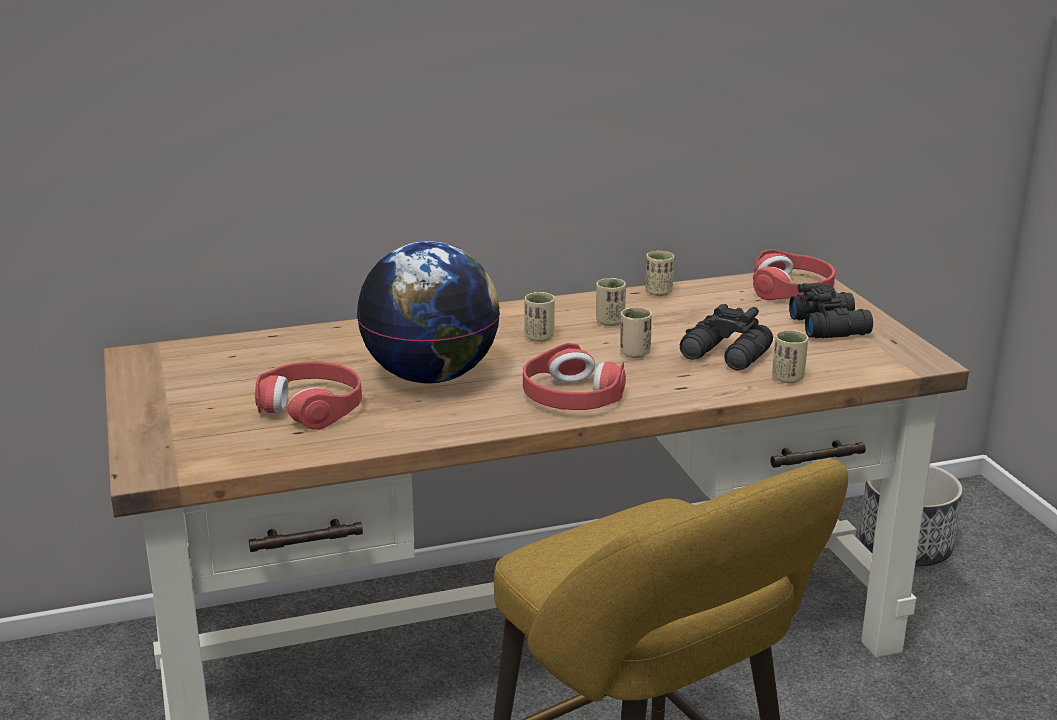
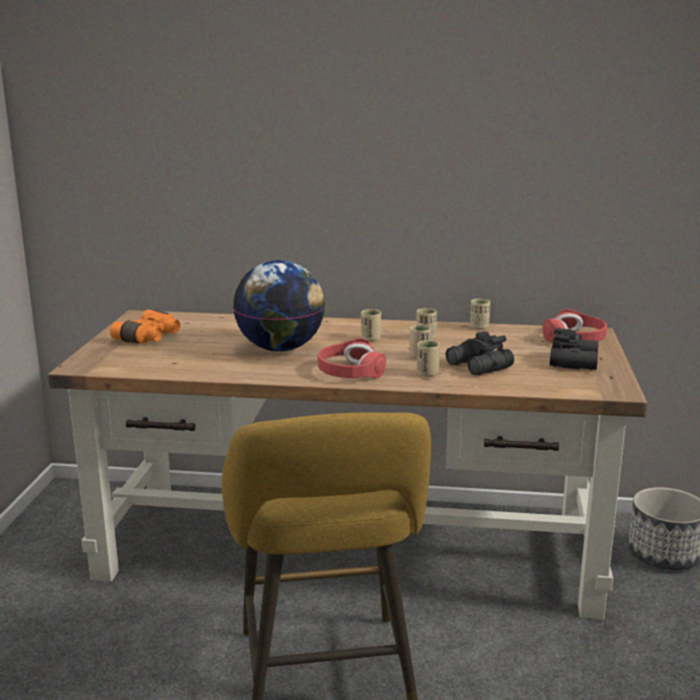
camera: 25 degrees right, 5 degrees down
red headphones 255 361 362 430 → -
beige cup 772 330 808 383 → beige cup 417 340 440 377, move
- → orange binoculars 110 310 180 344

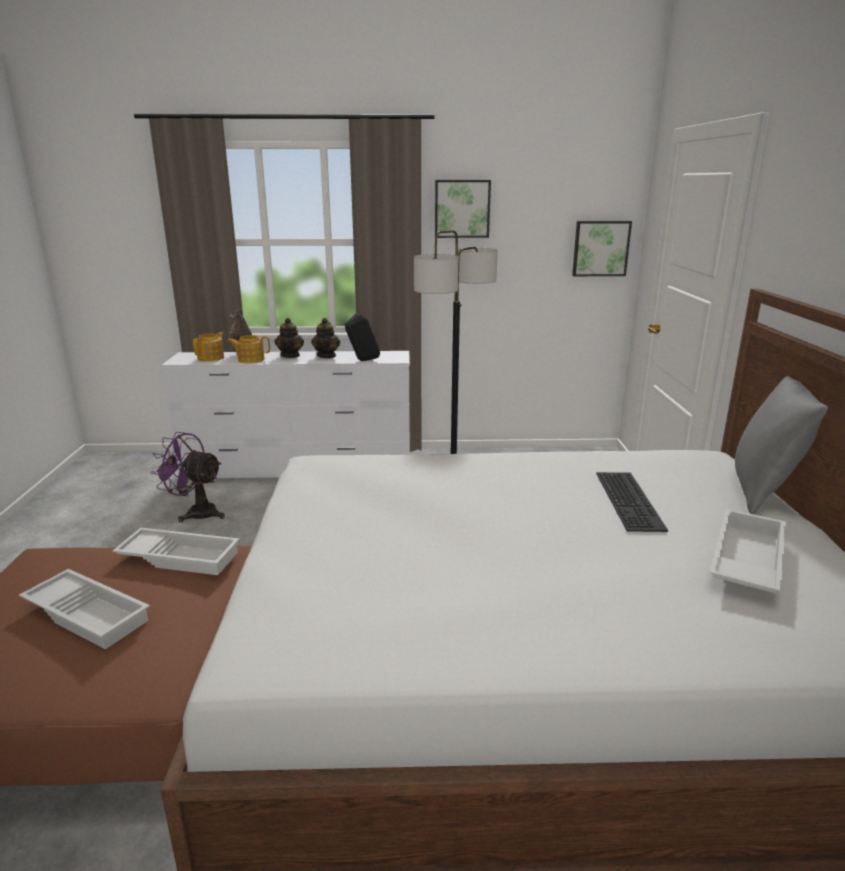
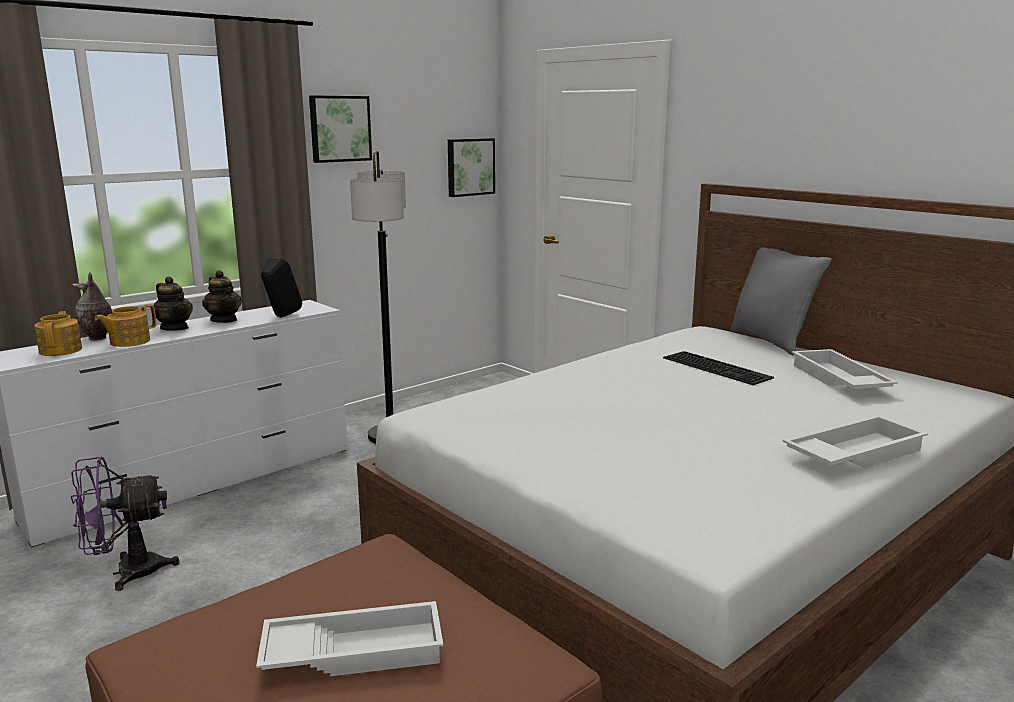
camera: 40 degrees left, 5 degrees down
white tray 113 528 240 575 → white tray 783 415 928 468, move

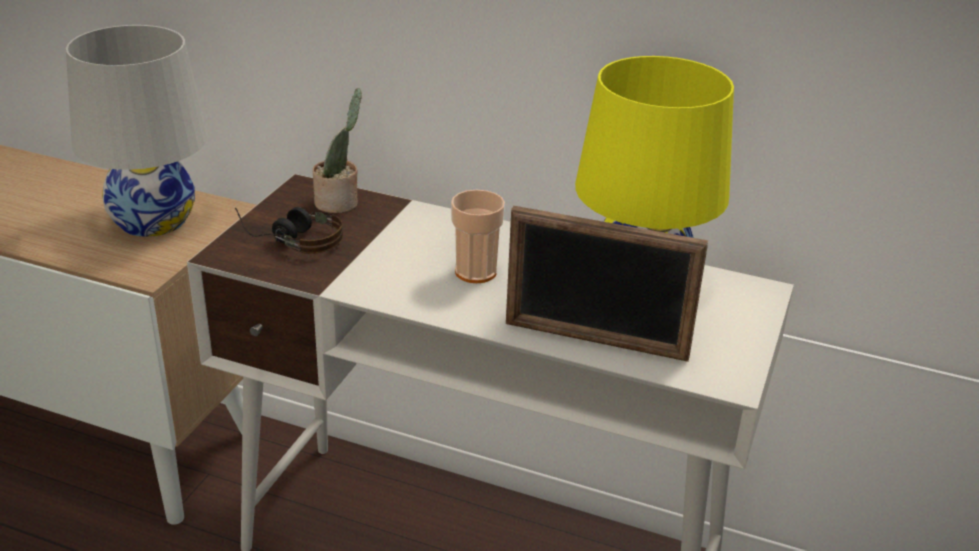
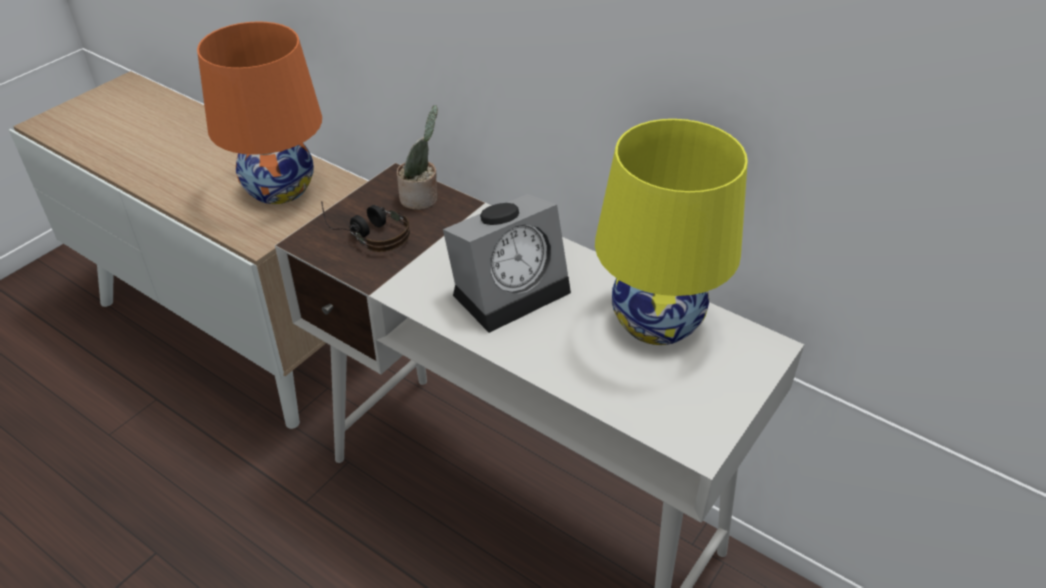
camera: 15 degrees right, 10 degrees up
white table lamp 66 25 208 237 → orange table lamp 197 21 322 204
cup 451 190 505 283 → alarm clock 443 194 571 333
picture frame 506 206 708 362 → -

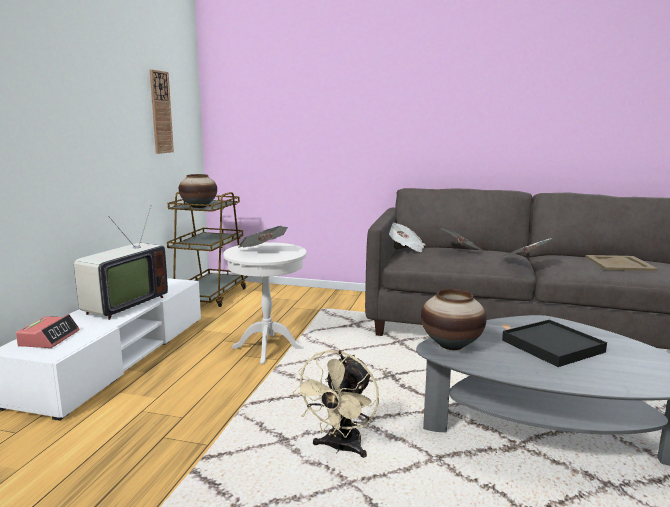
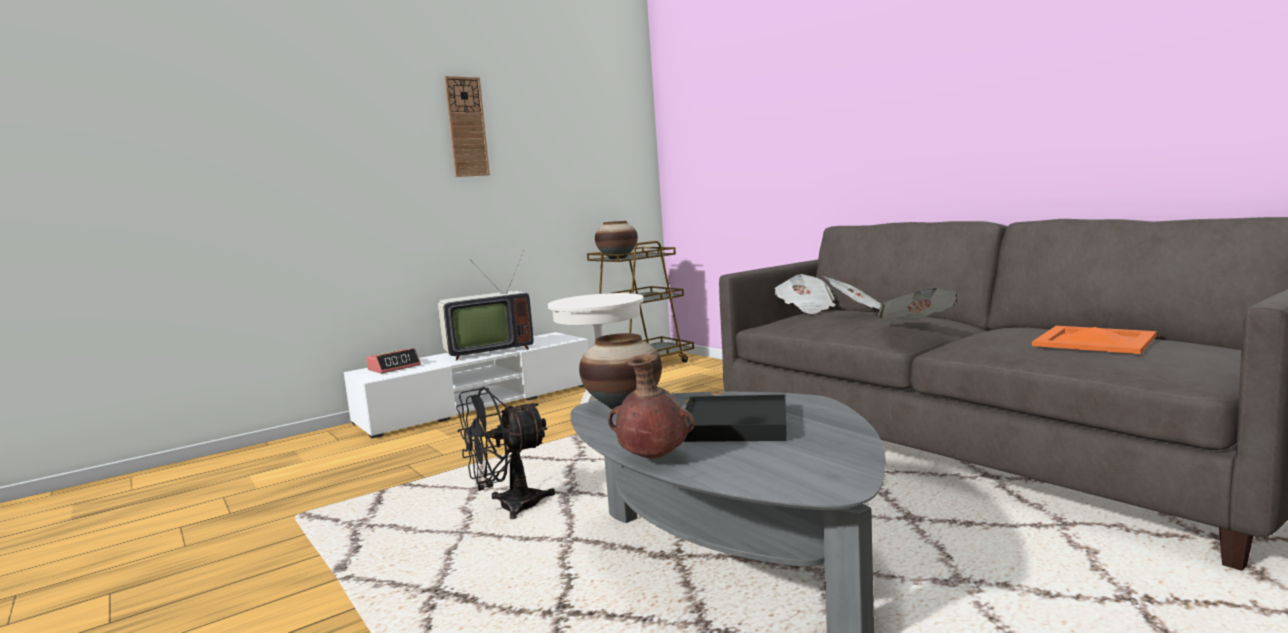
camera: 40 degrees right, 5 degrees down
wall clock 150 69 174 154 → wall clock 444 76 490 177, move
newspaper 239 226 288 247 → -
beige fan 293 350 379 458 → black fan 456 387 555 519
beige tray 585 255 658 271 → orange tray 1032 326 1157 354
- → brown vase 608 354 695 459

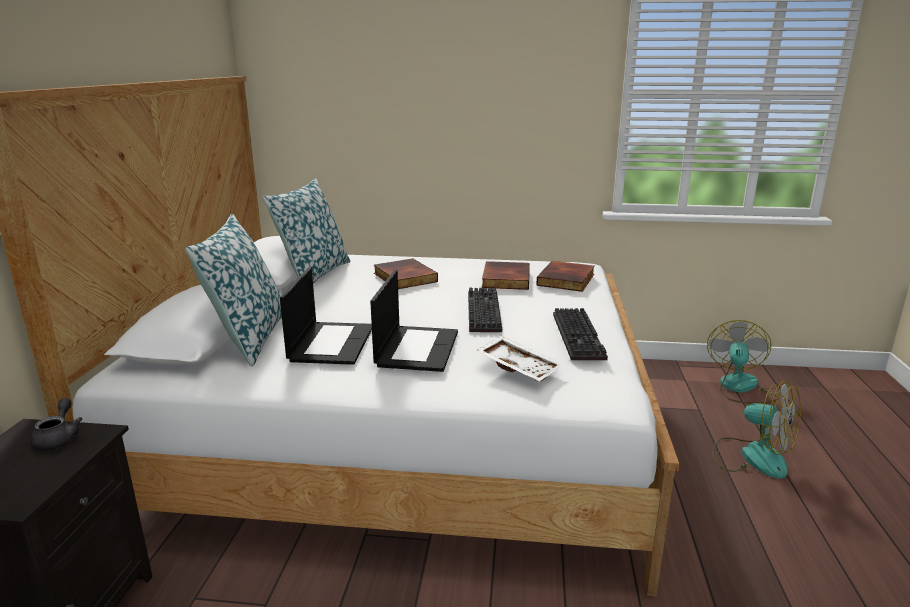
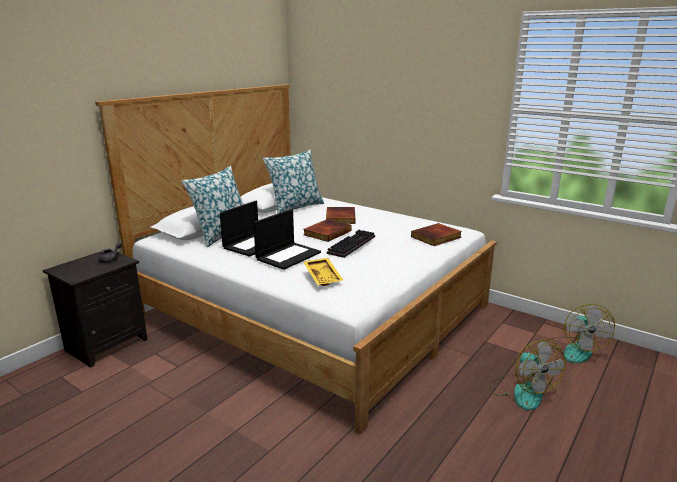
camera: 30 degrees right, 0 degrees up
white tray 476 336 563 382 → yellow tray 304 258 343 286
book 482 261 530 290 → book 304 219 352 242, move
keyboard 553 308 608 360 → -
fan 707 320 779 404 → fan 546 304 615 363, 135 degrees clockwise

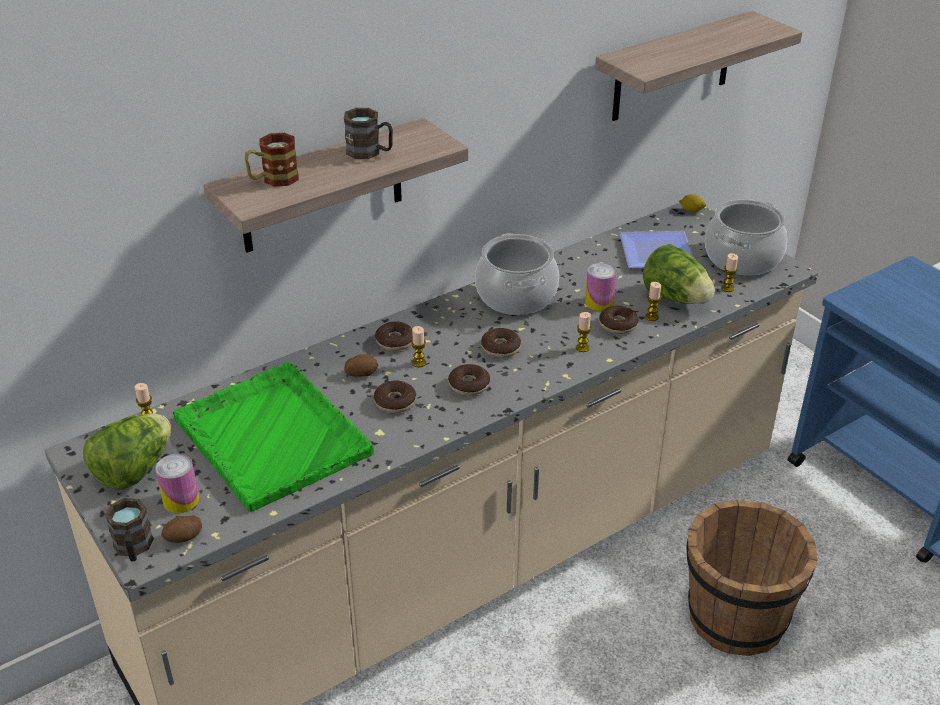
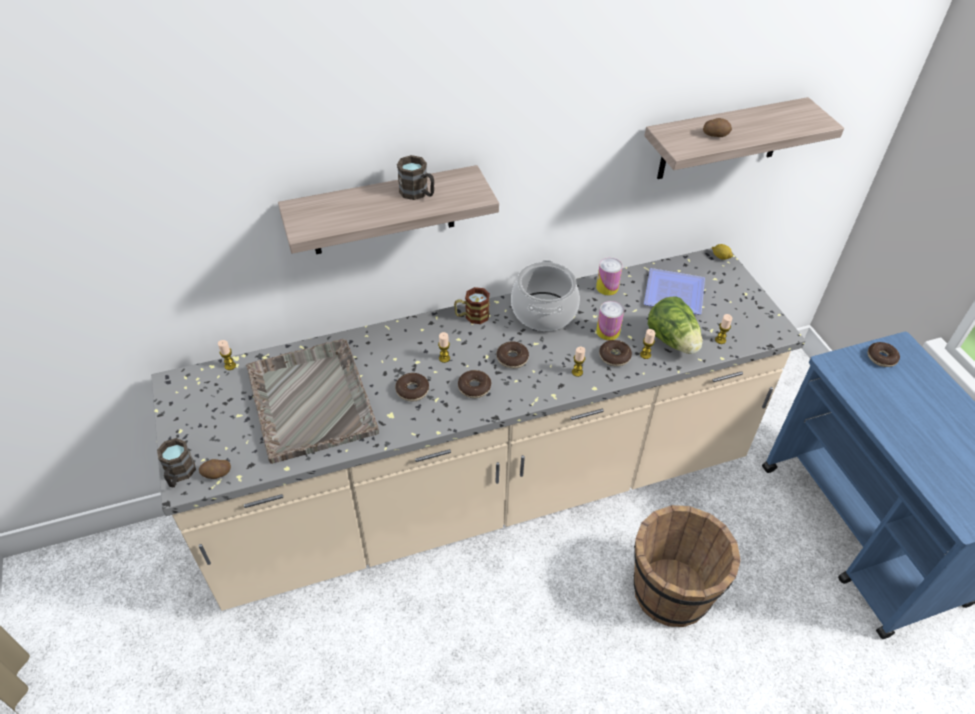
camera: 15 degrees right, 10 degrees up
lettuce 83 413 171 490 → -
can 155 454 199 513 → can 596 258 623 296, move
green tray 173 362 374 512 → grey tray 246 339 379 464
mug 244 133 299 187 → mug 454 287 490 324, move
potato 344 354 378 377 → potato 703 118 732 137, move
donut 375 322 413 351 → donut 868 342 900 367, move
cooking pot 705 199 787 276 → -

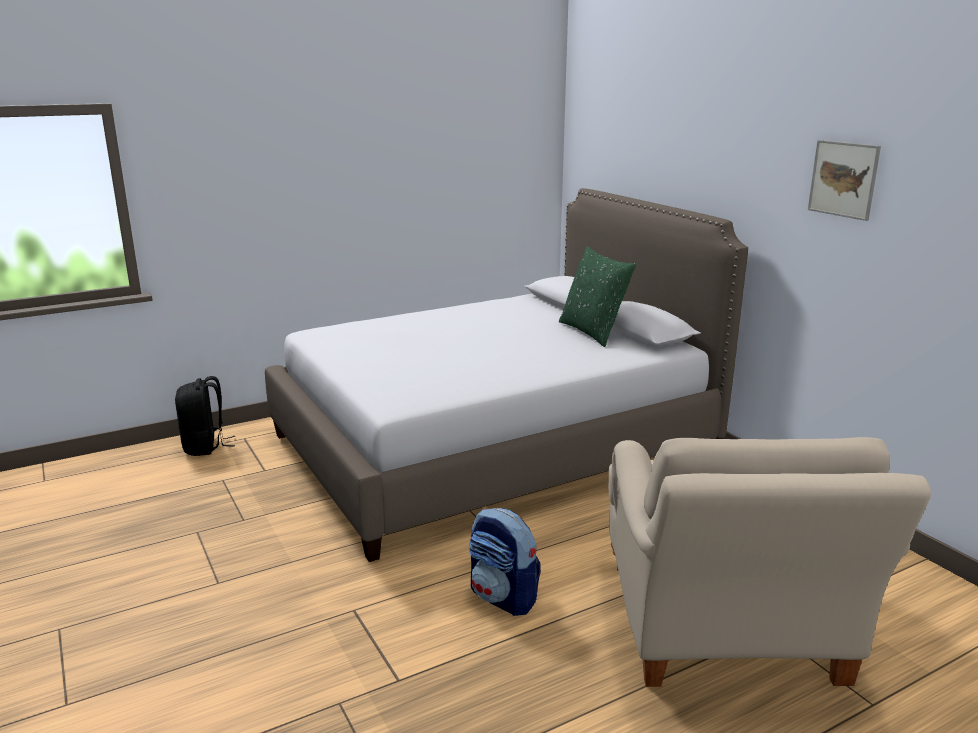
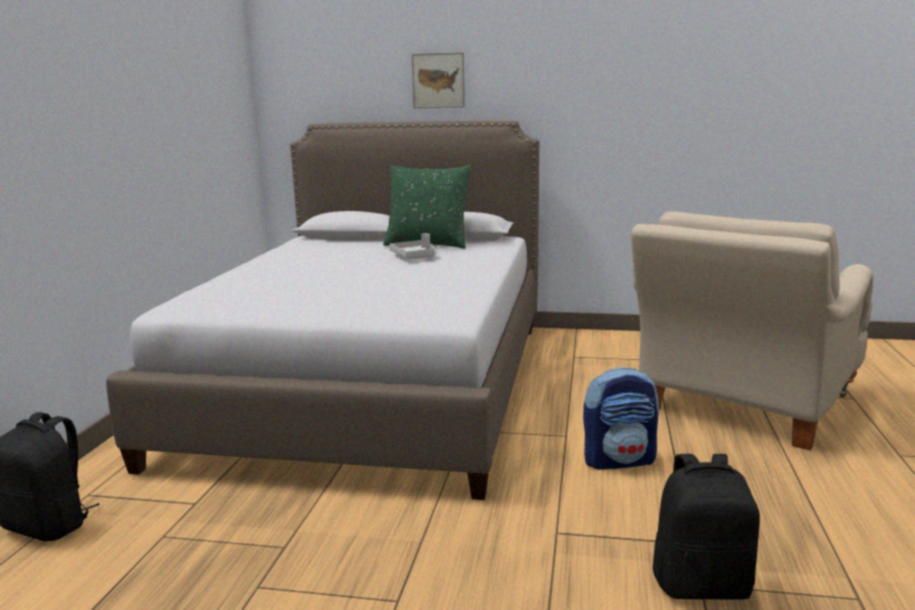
camera: 50 degrees left, 5 degrees down
beige armchair 608 437 931 687 → beige armchair 631 211 873 450, 90 degrees clockwise
picture 808 140 881 221 → picture 411 52 465 108, move
- → grey tray 389 233 435 259
- → black backpack 653 454 760 600

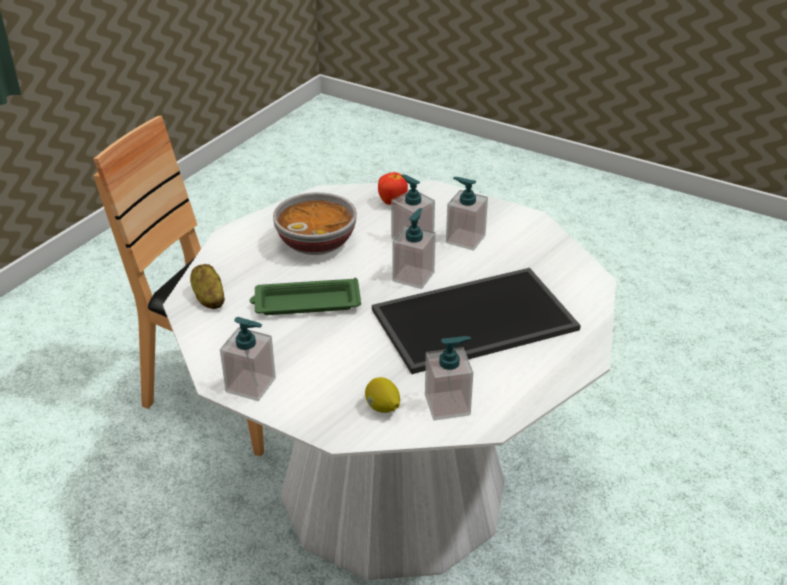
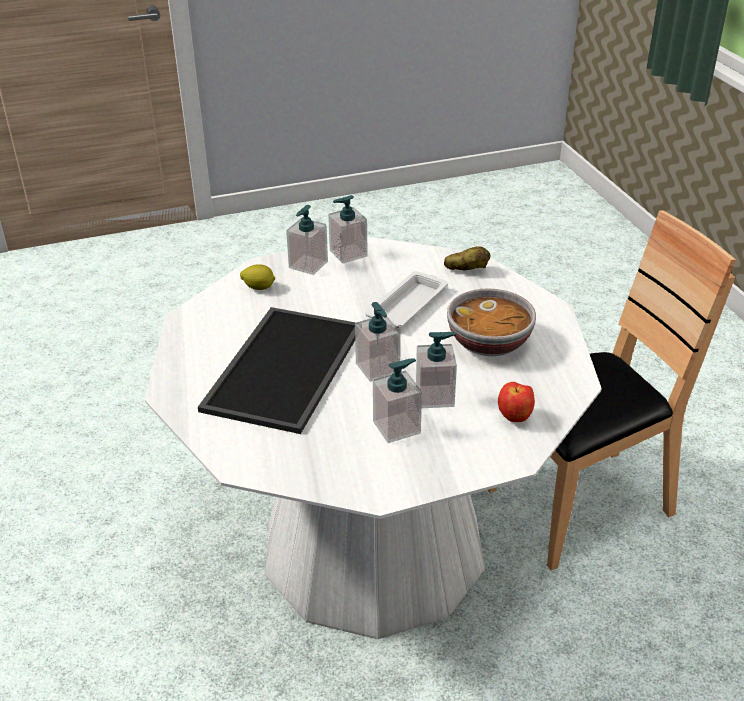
camera: 130 degrees right, 0 degrees up
green tray 250 278 361 315 → white tray 365 271 448 328
soap dispenser 425 336 473 420 → soap dispenser 286 205 328 275, move

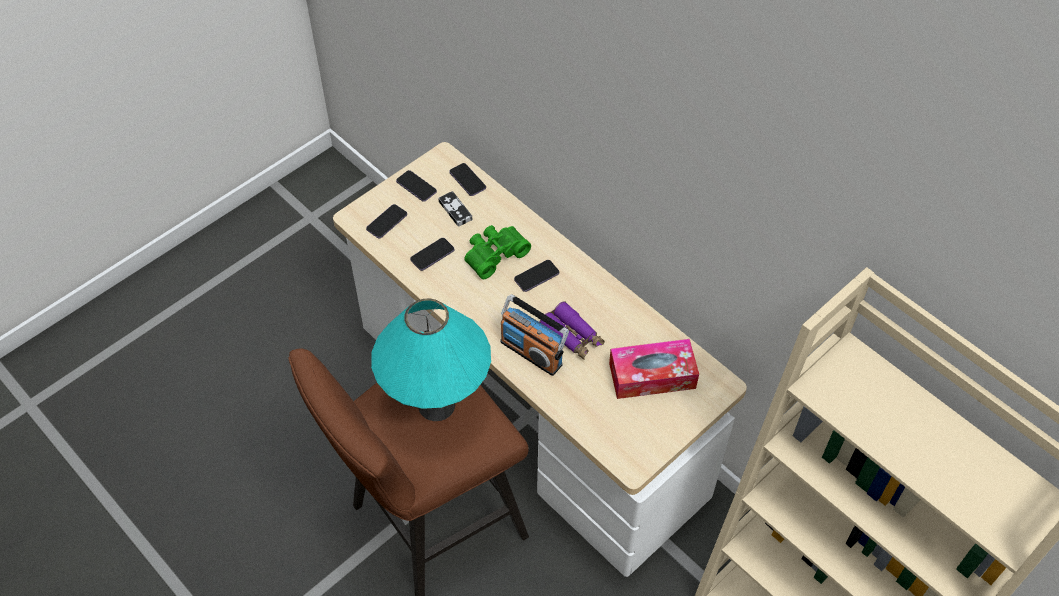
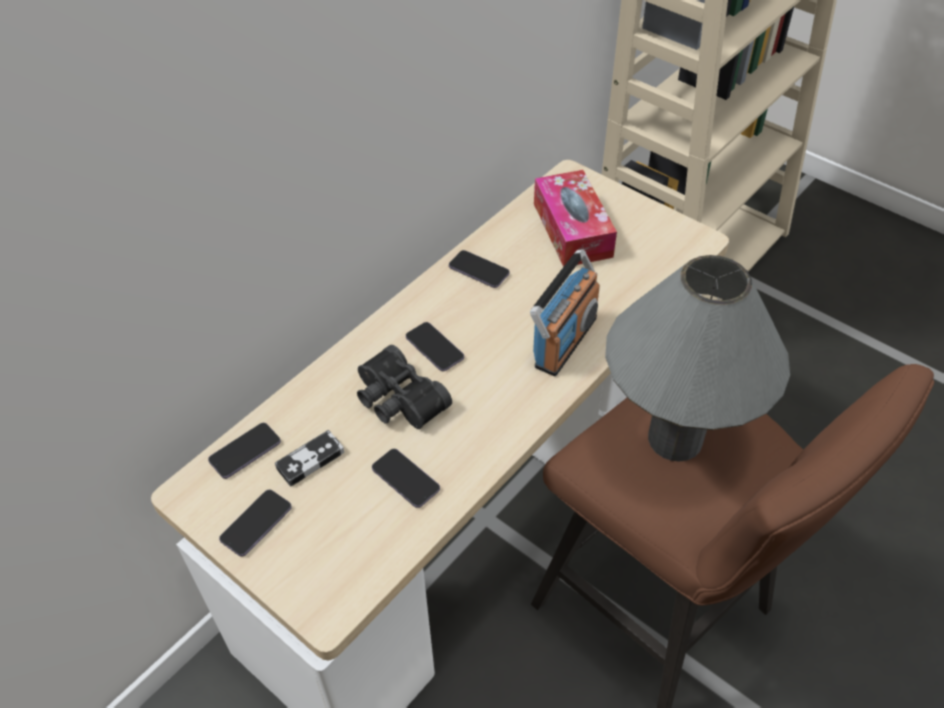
camera: 95 degrees left, 5 degrees down
phone 366 204 407 238 → phone 449 250 509 288, move
turquoise table lamp 371 298 491 421 → grey table lamp 605 255 790 462
green binoculars 464 225 531 279 → black binoculars 357 345 452 429
purple binoculars 540 301 605 360 → -

